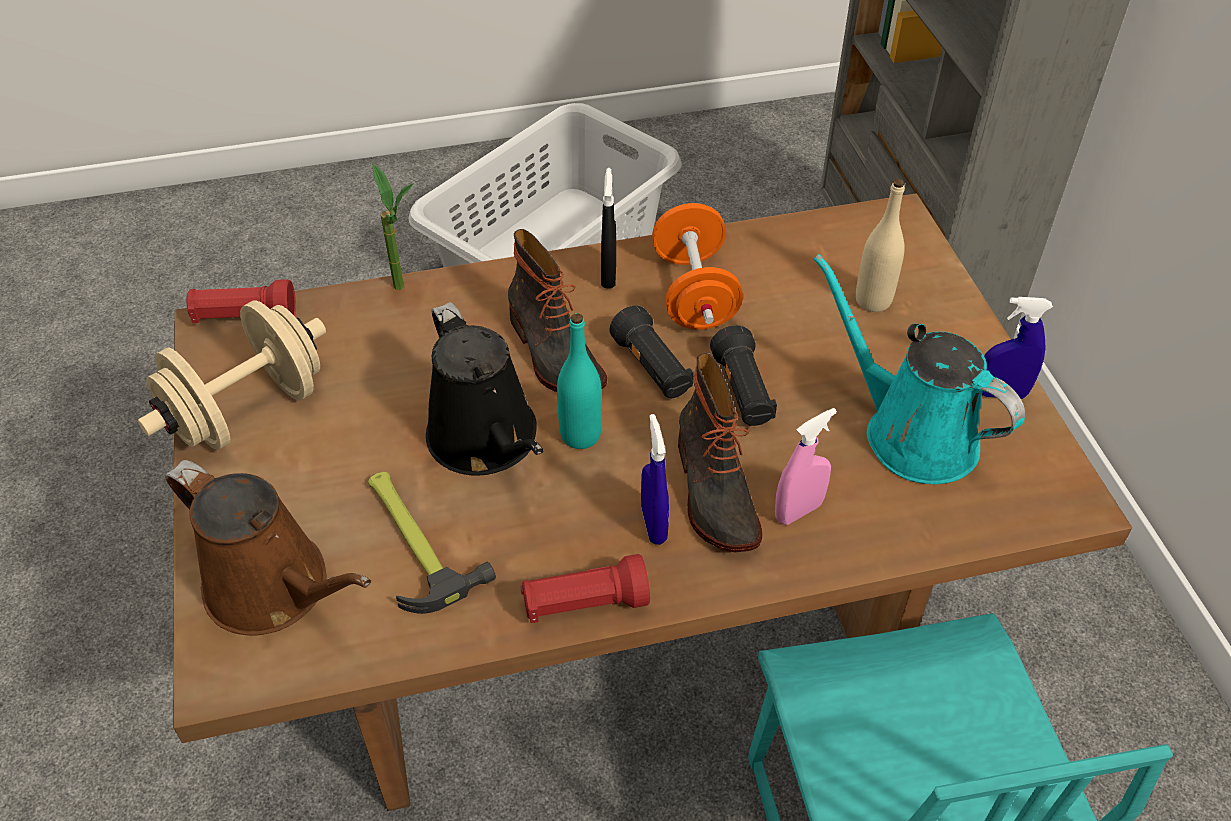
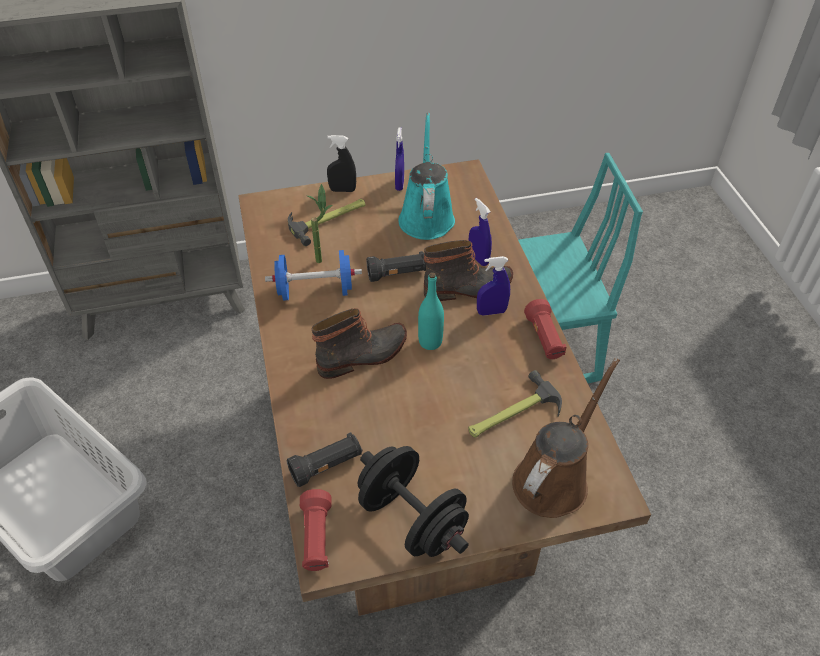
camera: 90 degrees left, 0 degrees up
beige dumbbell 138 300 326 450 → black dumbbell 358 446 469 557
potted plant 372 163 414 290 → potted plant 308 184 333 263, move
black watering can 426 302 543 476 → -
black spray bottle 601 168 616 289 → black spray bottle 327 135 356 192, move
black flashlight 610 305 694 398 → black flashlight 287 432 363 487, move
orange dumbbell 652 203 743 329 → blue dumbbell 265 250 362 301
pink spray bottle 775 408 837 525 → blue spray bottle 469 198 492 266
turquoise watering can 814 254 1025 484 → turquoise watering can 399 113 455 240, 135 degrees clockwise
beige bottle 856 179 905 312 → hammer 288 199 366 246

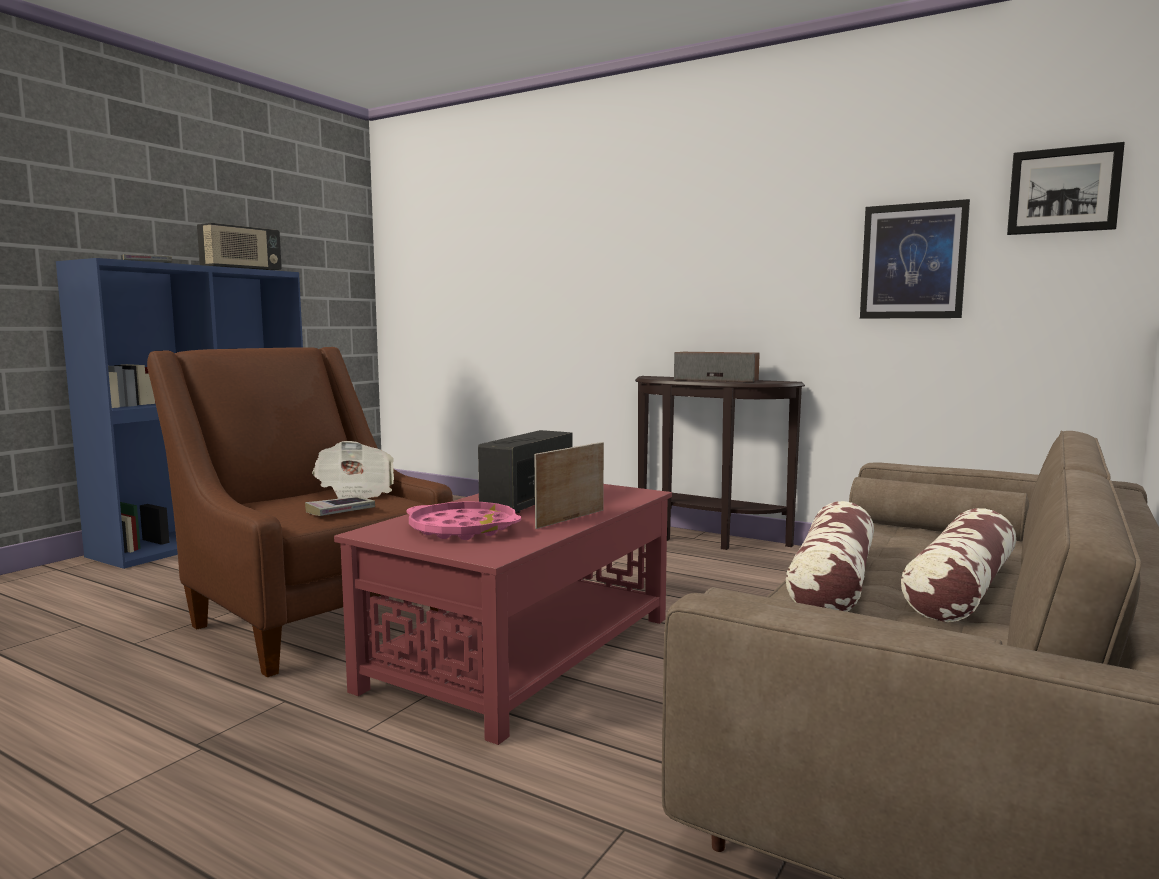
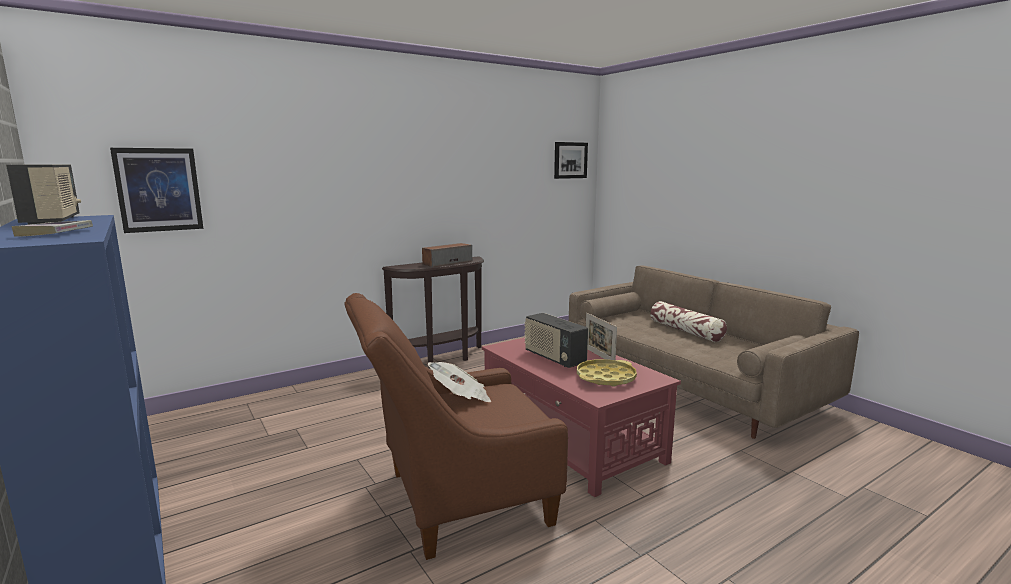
camera: 65 degrees left, 5 degrees up
book 305 496 375 516 → -
pink tray 406 501 521 540 → yellow tray 577 359 637 387
pillow 786 501 874 612 → -
picture 860 199 970 318 → picture 110 148 203 233, move

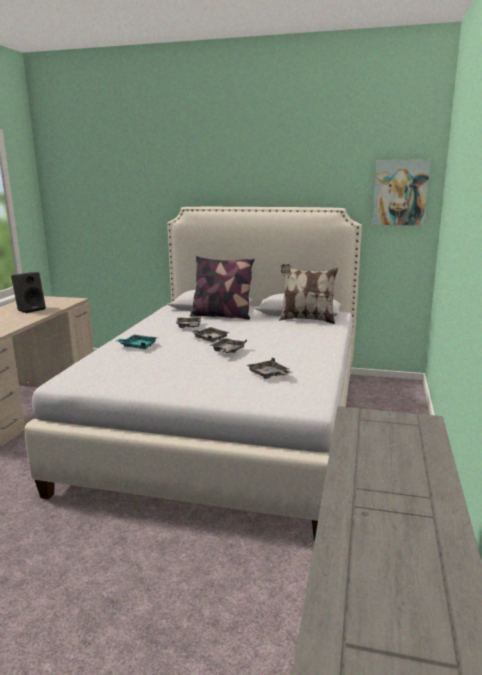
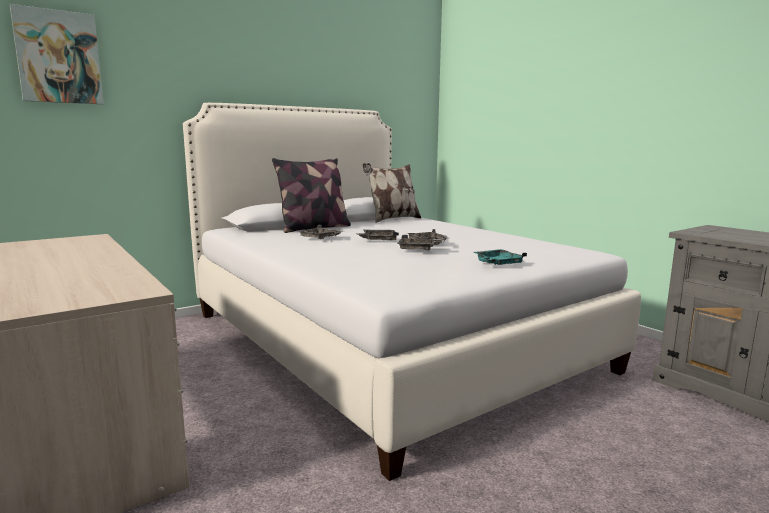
camera: 50 degrees left, 5 degrees down
black speaker 11 272 46 313 → -
turquoise tray 116 335 158 349 → turquoise tray 474 249 527 265, move
grey tray 247 358 293 379 → grey tray 397 235 445 251, move
picture 373 159 431 226 → picture 10 4 104 104, move

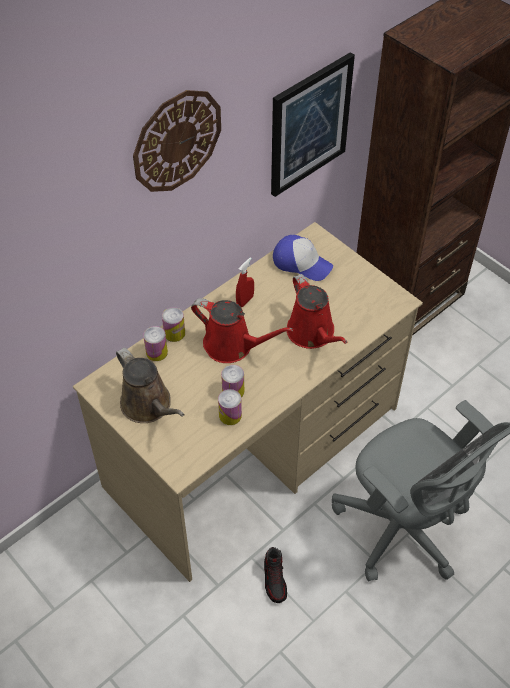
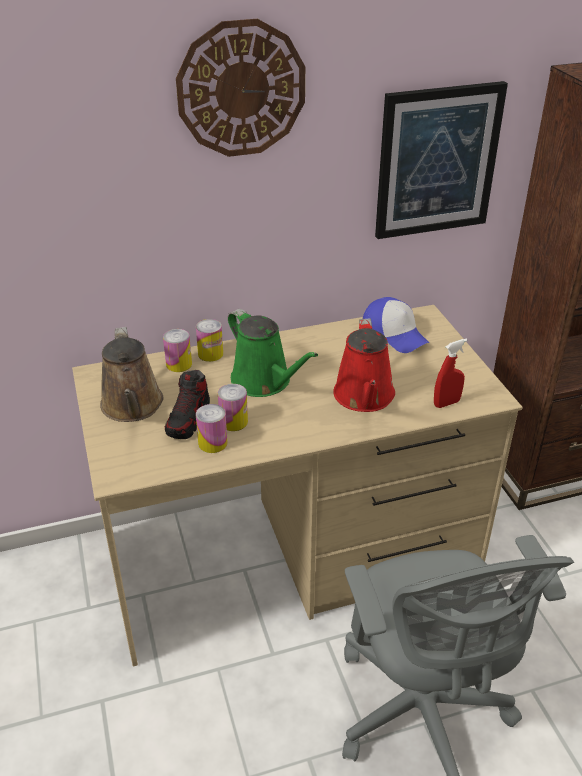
camera: 25 degrees right, 15 degrees down
red watering can 191 298 293 363 → green watering can 228 309 318 397
red spray bottle 236 257 254 307 → red spray bottle 434 339 467 408, move
shoe 264 547 287 603 → shoe 165 370 210 439, move

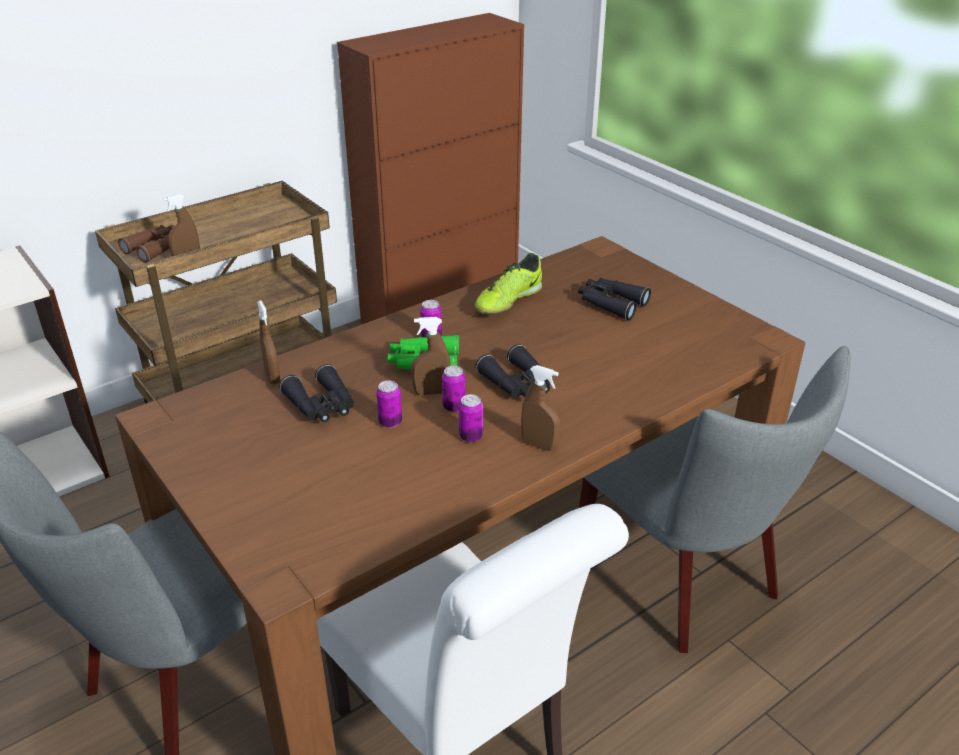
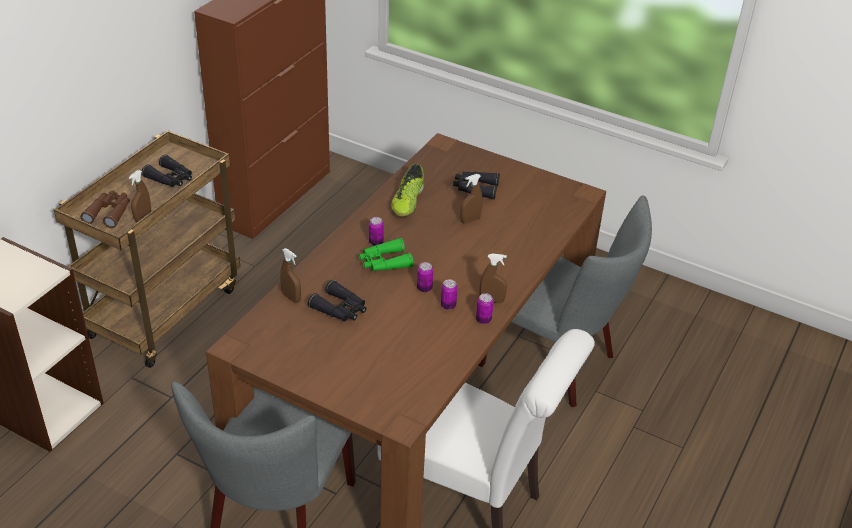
camera: 25 degrees left, 5 degrees up
can 376 381 402 428 → can 476 293 494 324, move
brown spray bottle 411 317 451 395 → brown spray bottle 460 174 483 223, move
black binoculars 475 344 551 398 → black binoculars 142 155 192 187, move

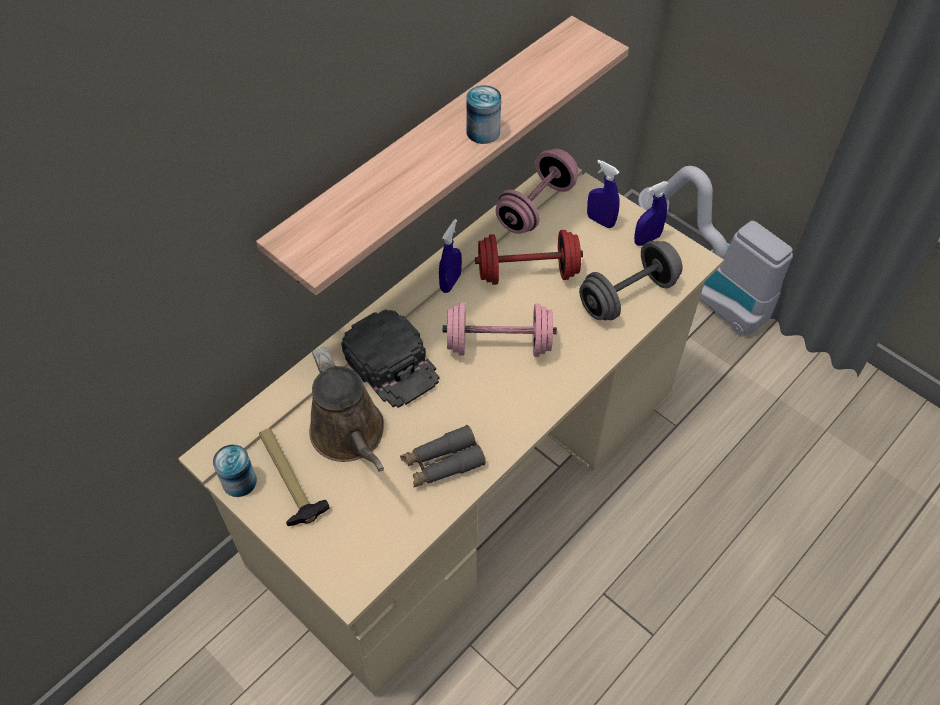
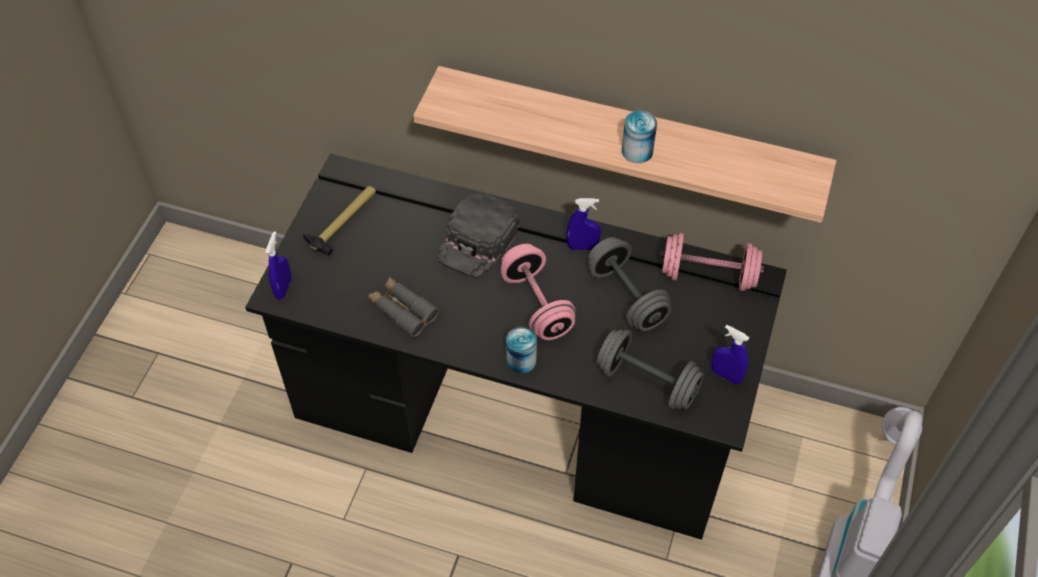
camera: 65 degrees right, 0 degrees up
beige desk 178 168 724 696 → black desk 245 153 787 540
can 213 444 257 497 → can 506 327 537 373, move
brown watering can 309 347 384 472 → -
red dumbbell 475 230 583 285 → grey dumbbell 588 237 671 331
blue spray bottle 587 160 620 228 → blue spray bottle 265 231 291 299, move

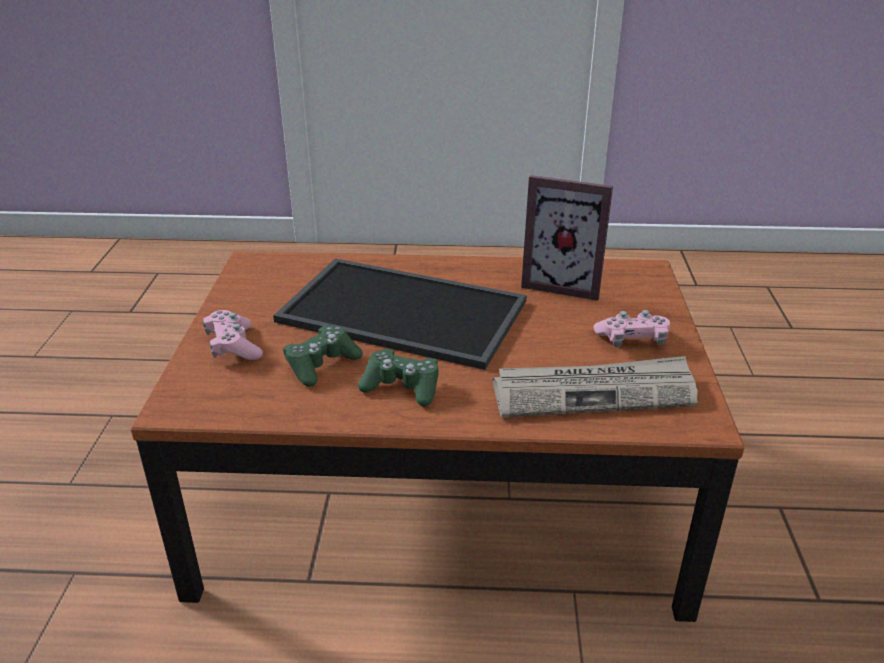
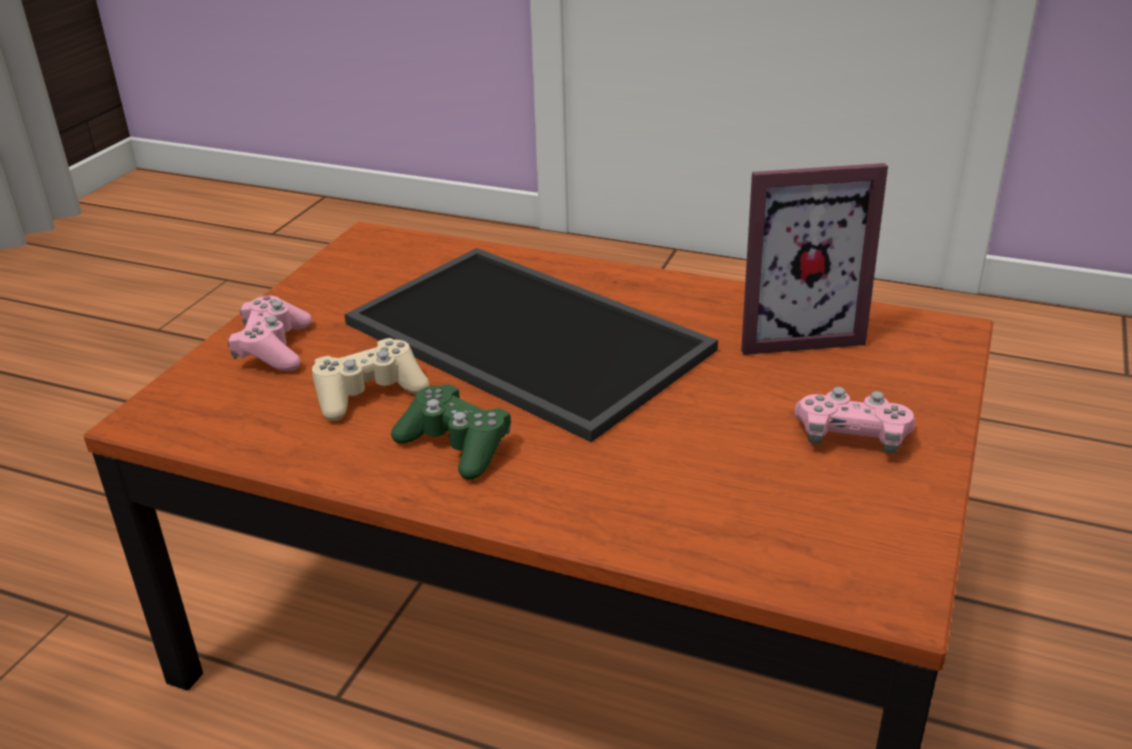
camera: 20 degrees right, 0 degrees up
green game controller 283 325 363 387 → beige game controller 312 338 430 421
newspaper 493 356 698 418 → -
picture frame 521 175 613 301 → picture frame 741 163 888 355, 45 degrees counterclockwise

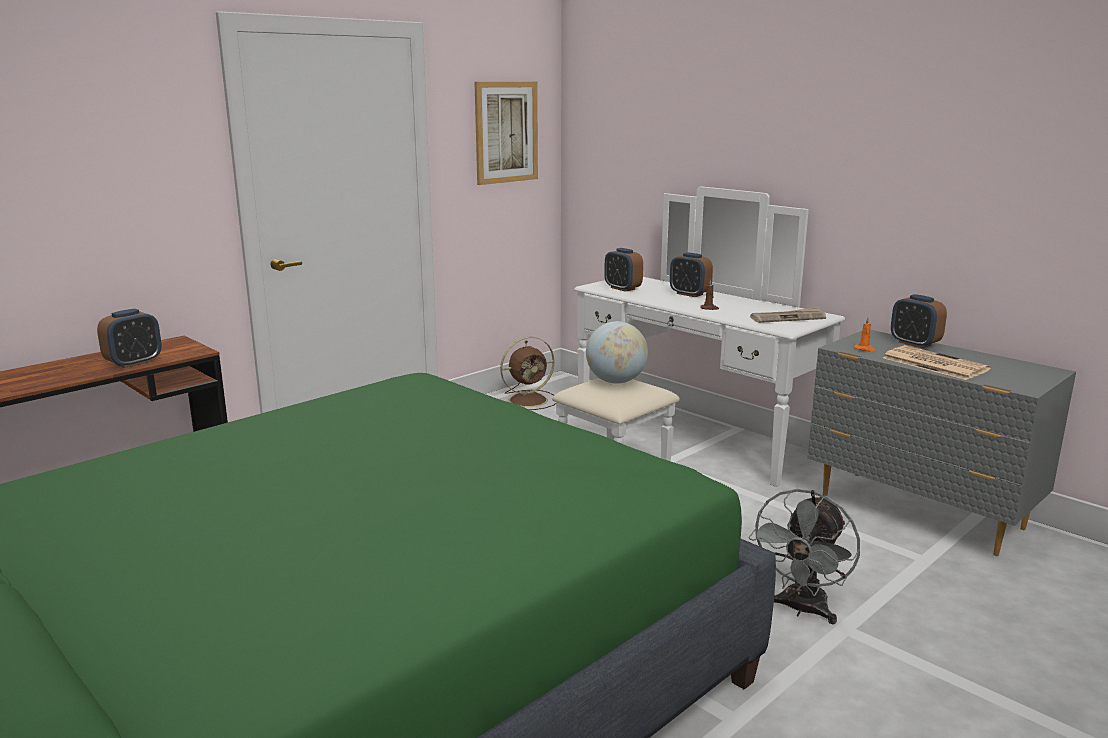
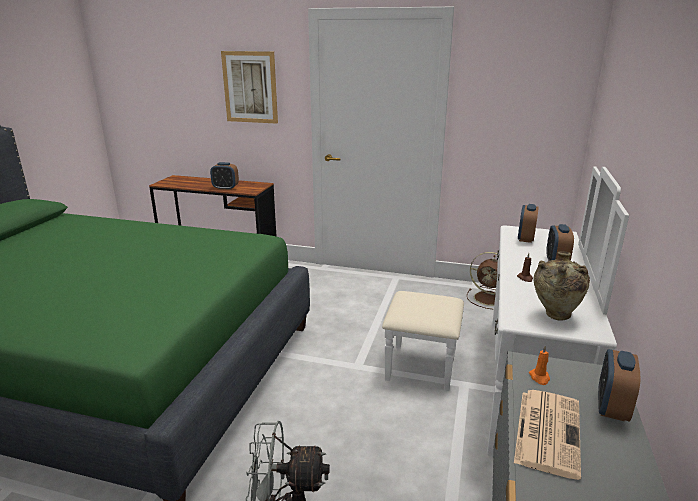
camera: 60 degrees right, 5 degrees up
picture 474 82 538 185 → picture 221 51 278 124, move
globe 586 321 648 384 → -
newspaper 750 307 826 323 → beige vase 534 251 590 320

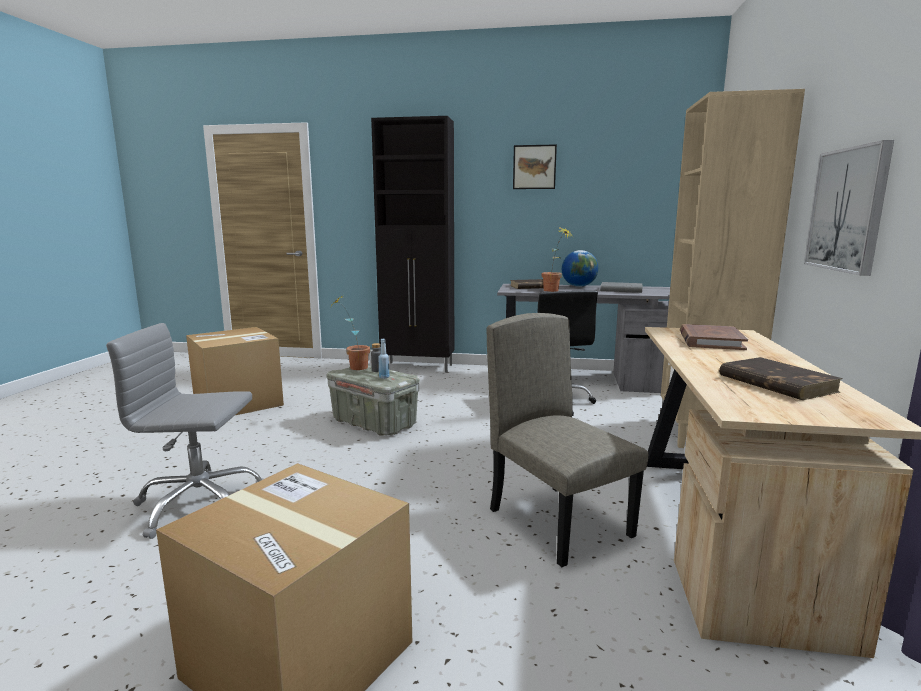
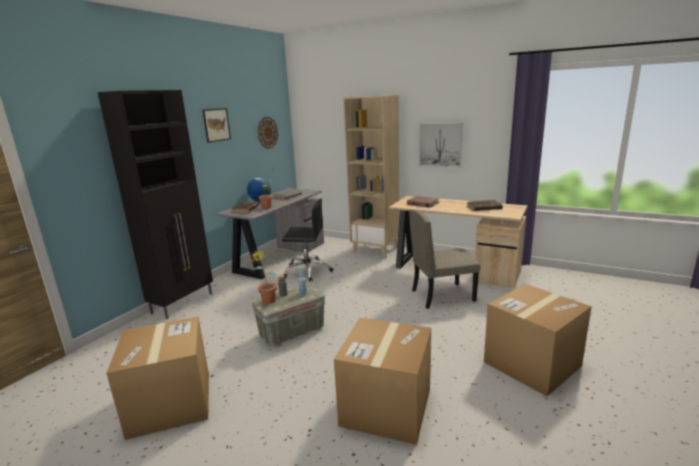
camera: 70 degrees left, 5 degrees up
grey office chair 106 323 264 539 → cardboard box 334 318 431 445
- → wall clock 258 117 278 149

